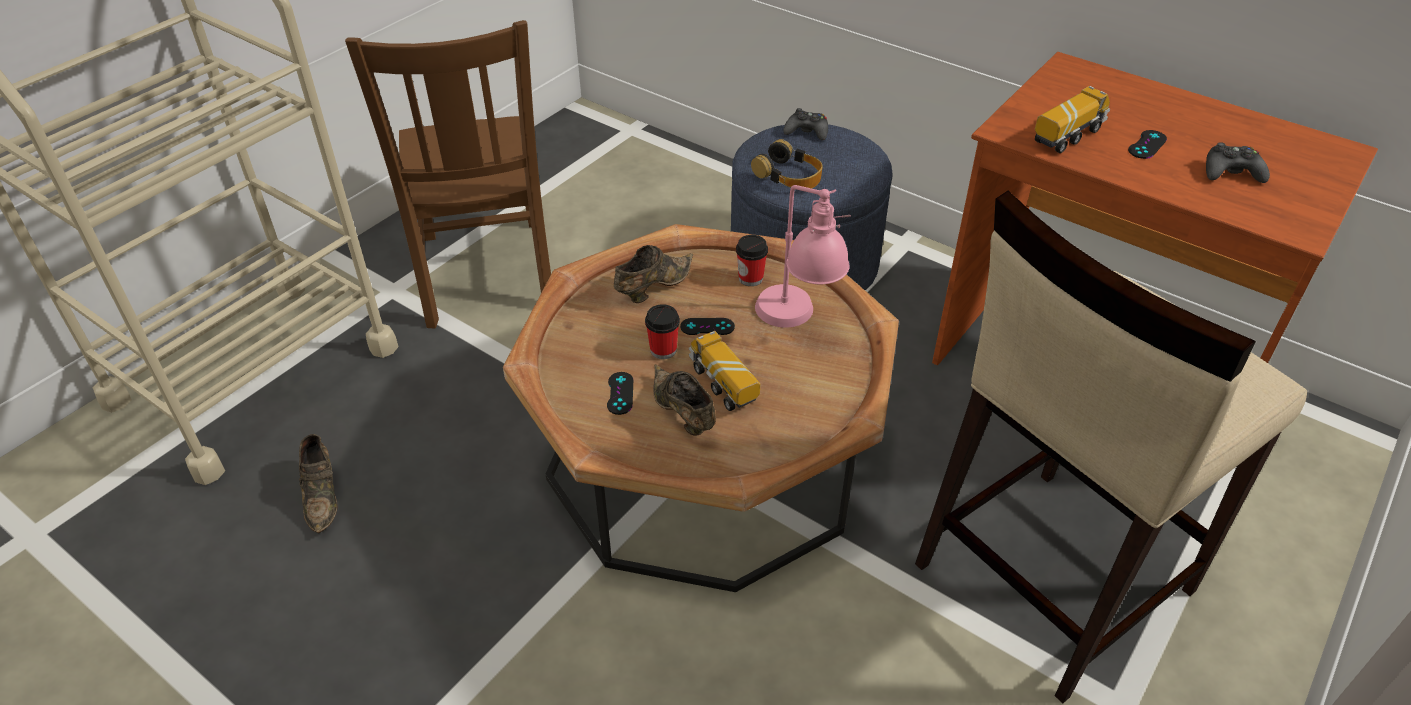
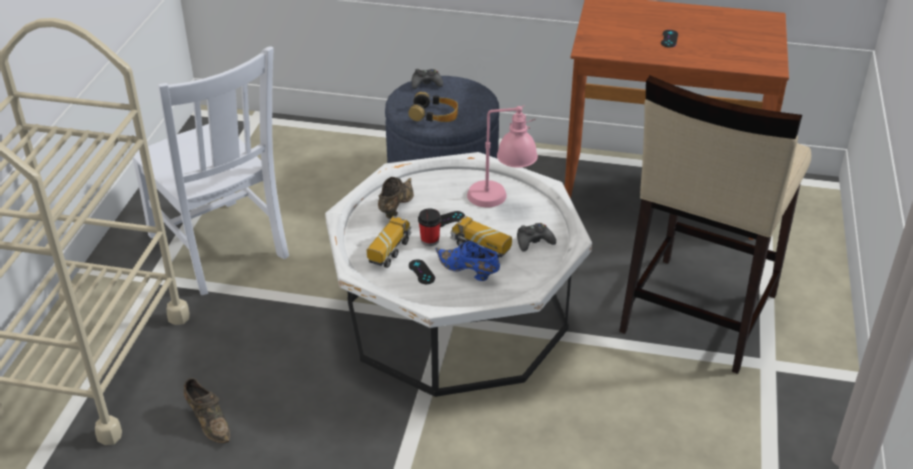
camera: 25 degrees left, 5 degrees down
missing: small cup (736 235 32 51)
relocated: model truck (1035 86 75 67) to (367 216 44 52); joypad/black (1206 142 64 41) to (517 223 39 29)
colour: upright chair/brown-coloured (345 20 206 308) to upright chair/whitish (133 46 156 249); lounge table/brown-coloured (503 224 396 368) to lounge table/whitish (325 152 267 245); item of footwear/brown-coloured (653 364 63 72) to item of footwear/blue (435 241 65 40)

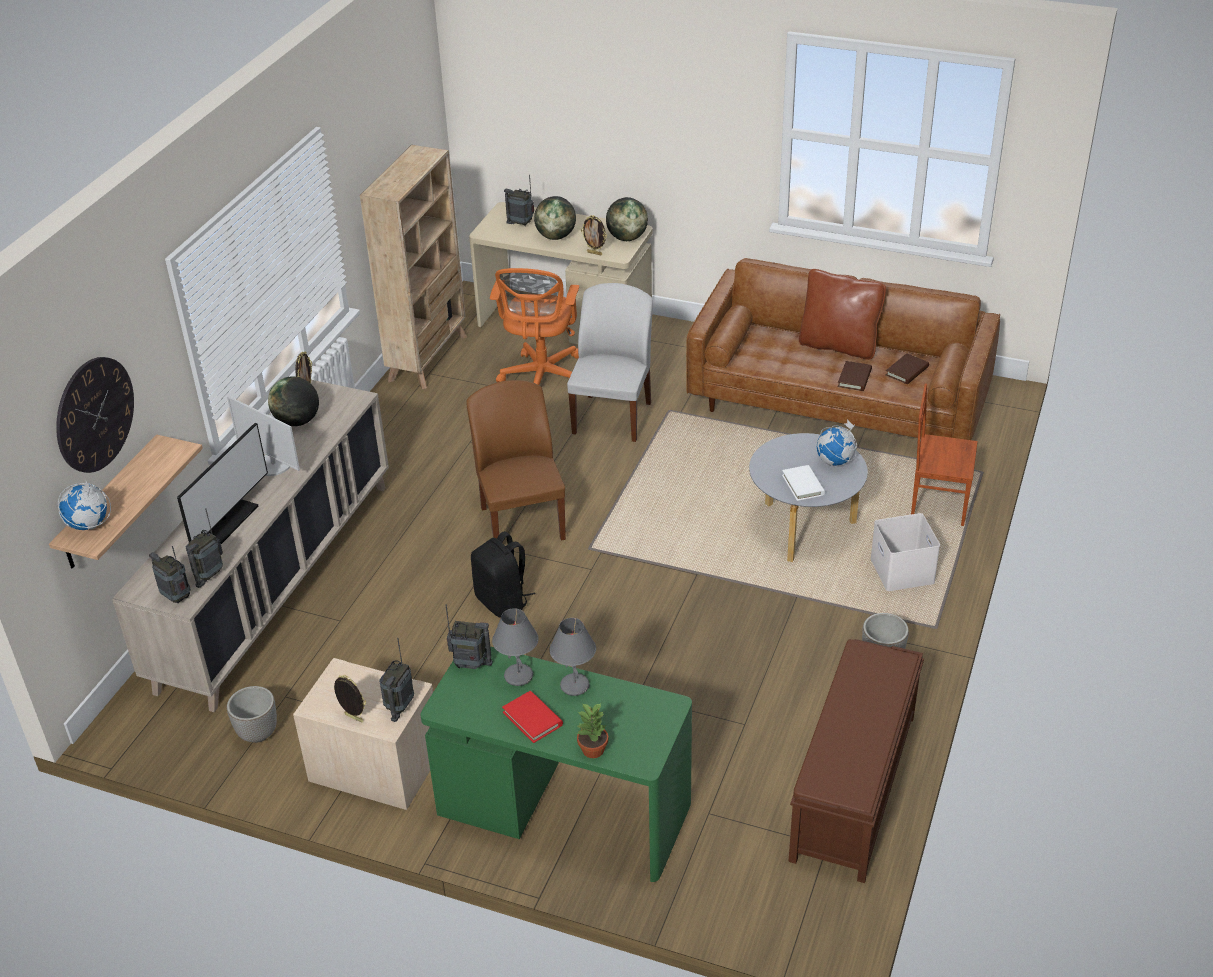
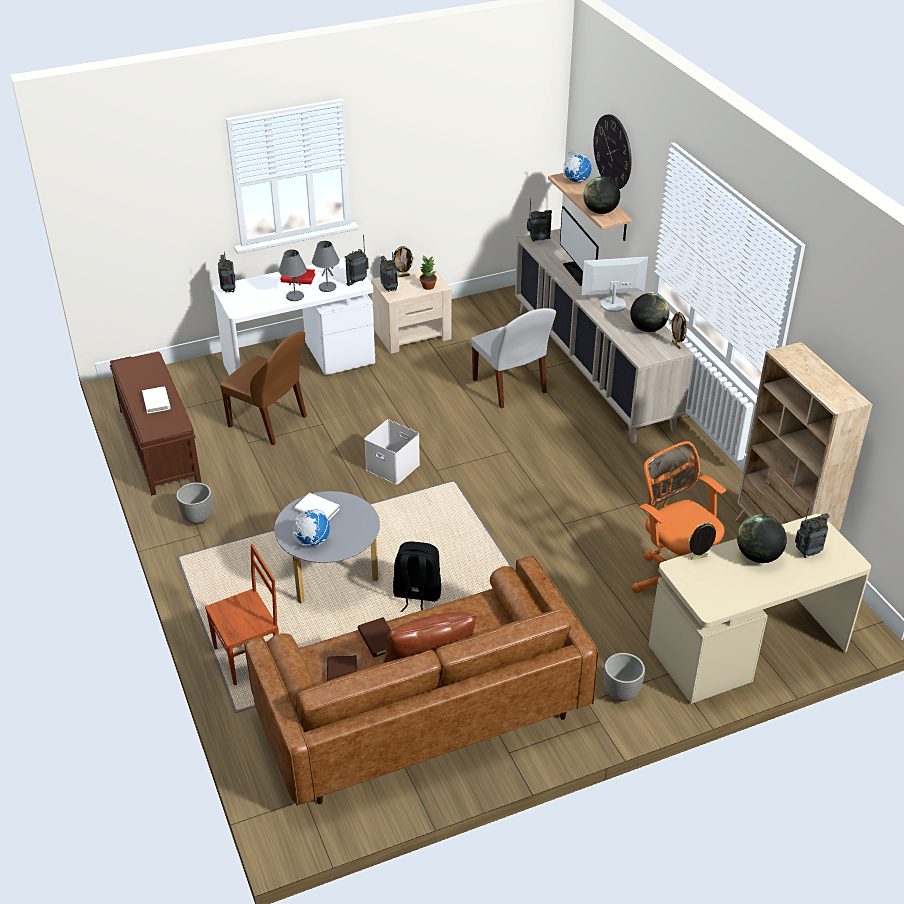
camera: 135 degrees right, 0 degrees up
appeared: book/whitish (142 387 28 27)
relocated: radio (186 508 37 80) to (218 252 18 41); flower pot (227 686 50 57) to (604 653 41 48); upright chair/brown-coloured (466 380 100 161) to (220 331 87 114); backpack/black (471 531 64 87) to (393 541 48 71); upright chair/whitish (567 283 86 159) to (471 308 85 101); potted plant (576 703 33 55) to (420 256 17 34); desk globe (606 197 42 44) to (583 177 37 37); storage box/whitish (871 513 69 78) to (364 419 56 66)
colour: desk/green (420 646 272 236) to desk/whitish (213 258 163 118)

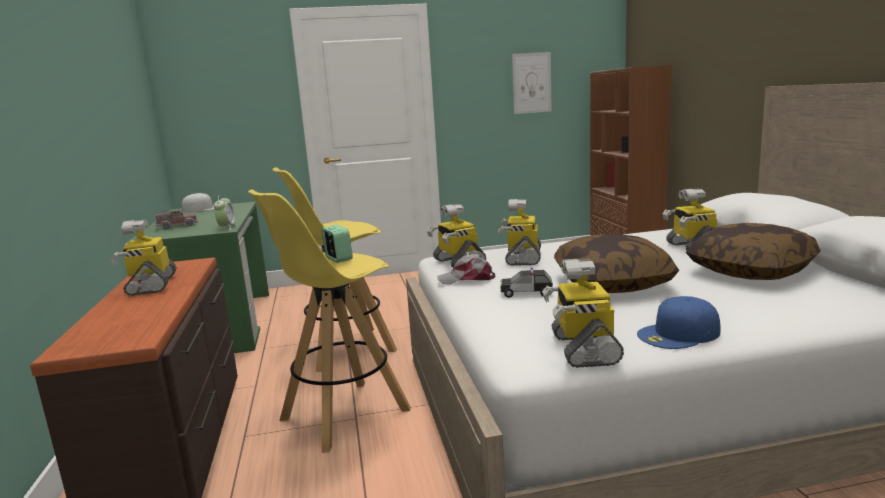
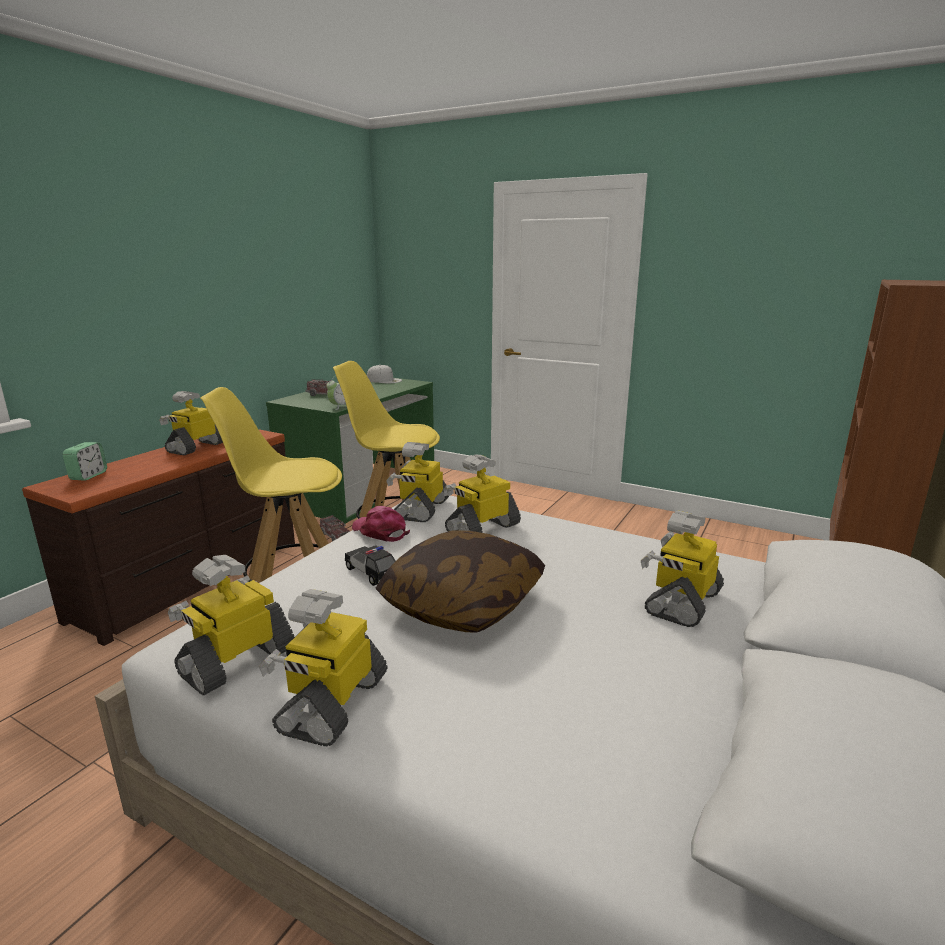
camera: 40 degrees right, 5 degrees up
missing: wall art (512 52 40 62); pillow (686 223 135 57)
appeared: model truck (320 515 30 26)
relocated: bedside clock (322 224 31 39) to (63 442 44 39)
exchanged: cap/blue (637 296 83 53) to model robot (259 589 128 157)
colour: cap/greyish (437 254 59 31) to cap/pinkish (352 506 58 36)

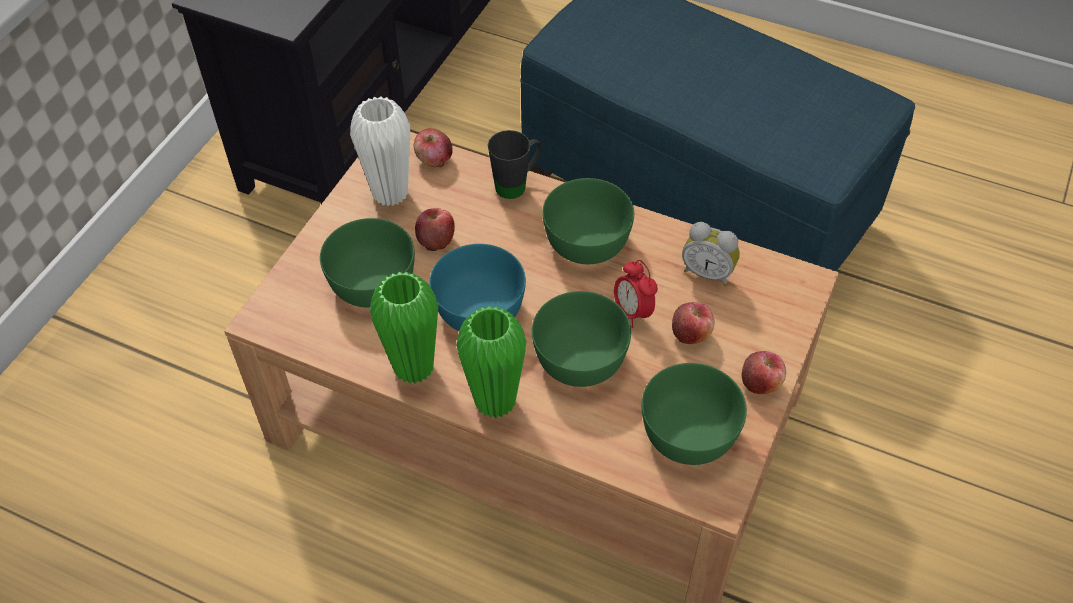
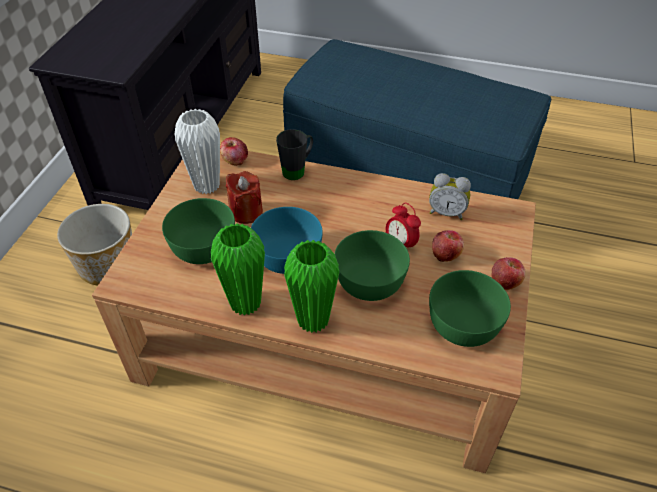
camera: 10 degrees left, 5 degrees down
missing: deep dish/green (542 178 92 86)
appeared: flower pot (57 204 75 81)
exchanged: apple (415 208 40 43) to wax candle/reddish (226 171 37 53)

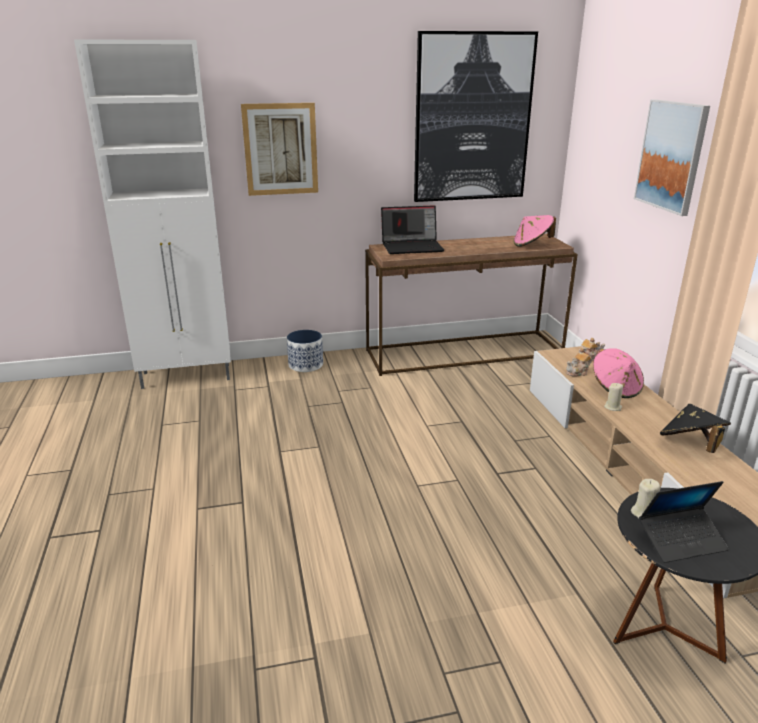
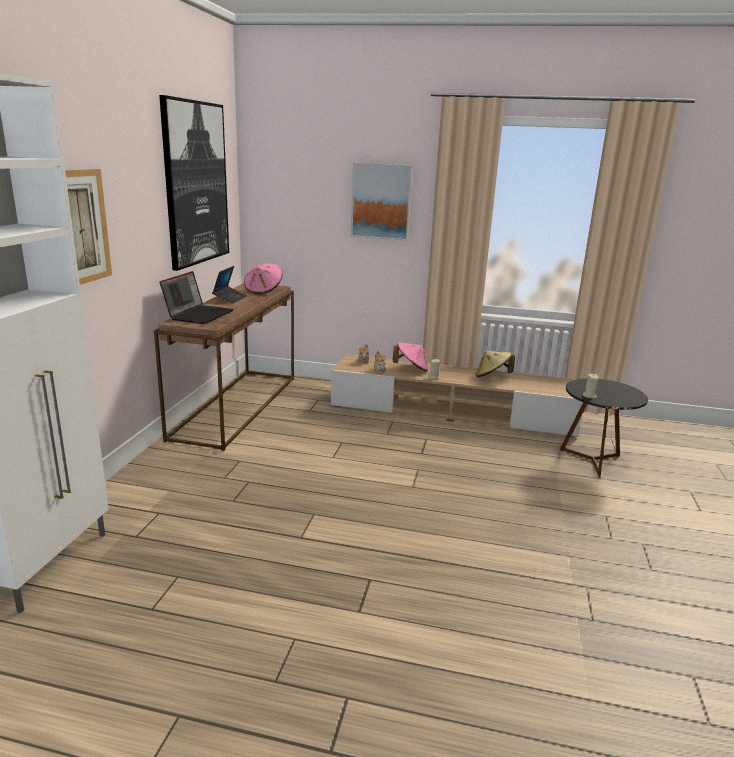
camera: 65 degrees left, 5 degrees down
missing: flower pot (287 330 36 42)
relocated: laptop (639 481 90 82) to (212 266 35 38)
colour: clothing hat/black (660 404 71 49) to clothing hat/beige (476 351 39 26)

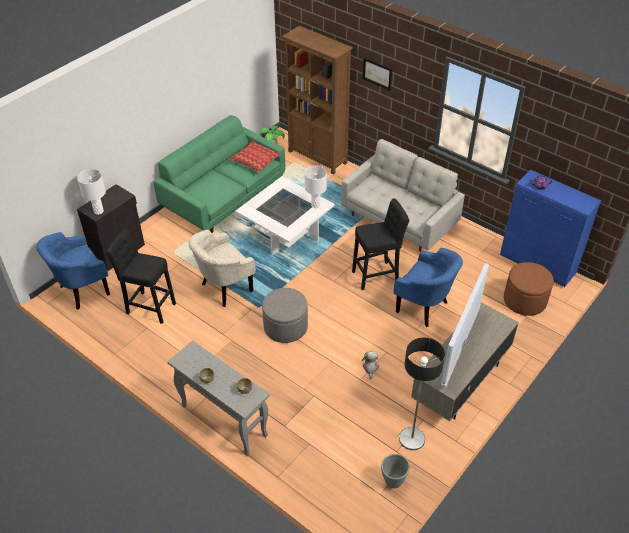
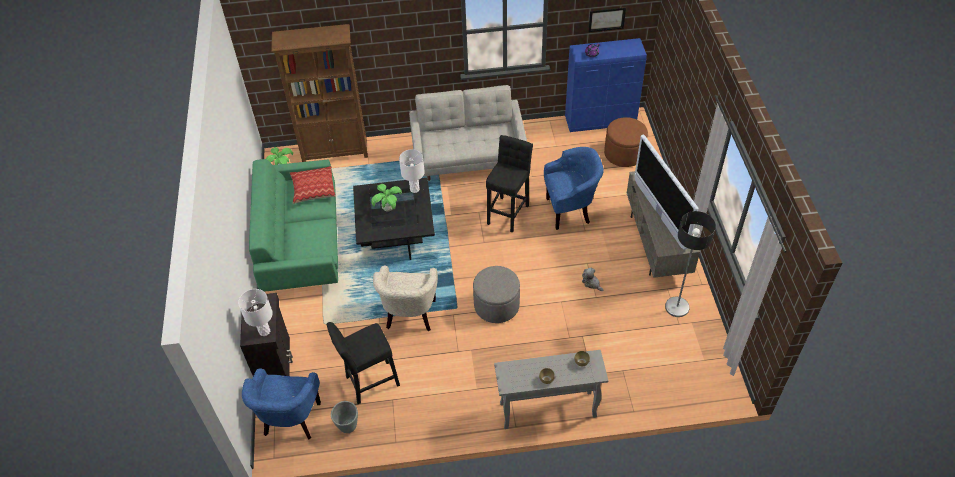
camera: 45 degrees left, 5 degrees up
appeared: potted plant (371 184 31 28)
relocated: wall art (363 58 29 32) to (588 8 38 24); flower pot/greyish (381 454 29 34) to (331 401 27 32)
colour: lounge table/whitish (236 176 99 79) to lounge table/black (353 178 82 82)

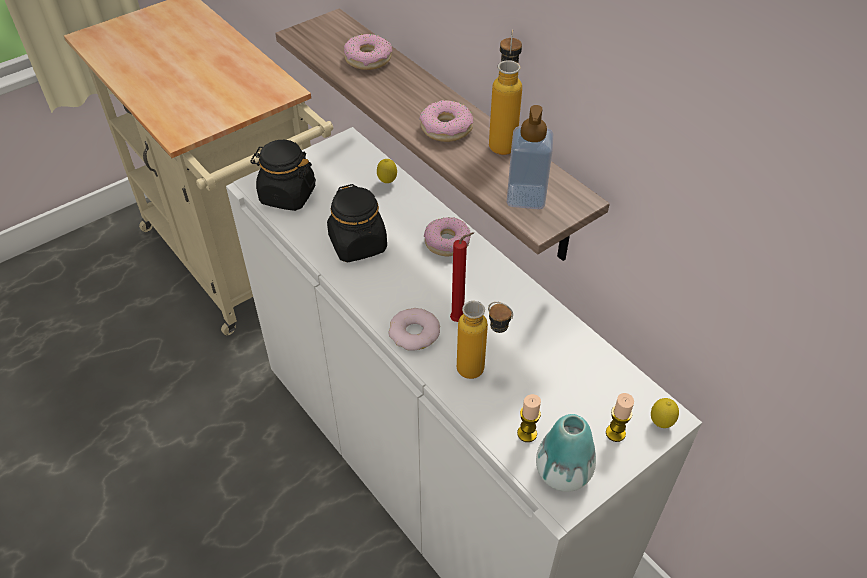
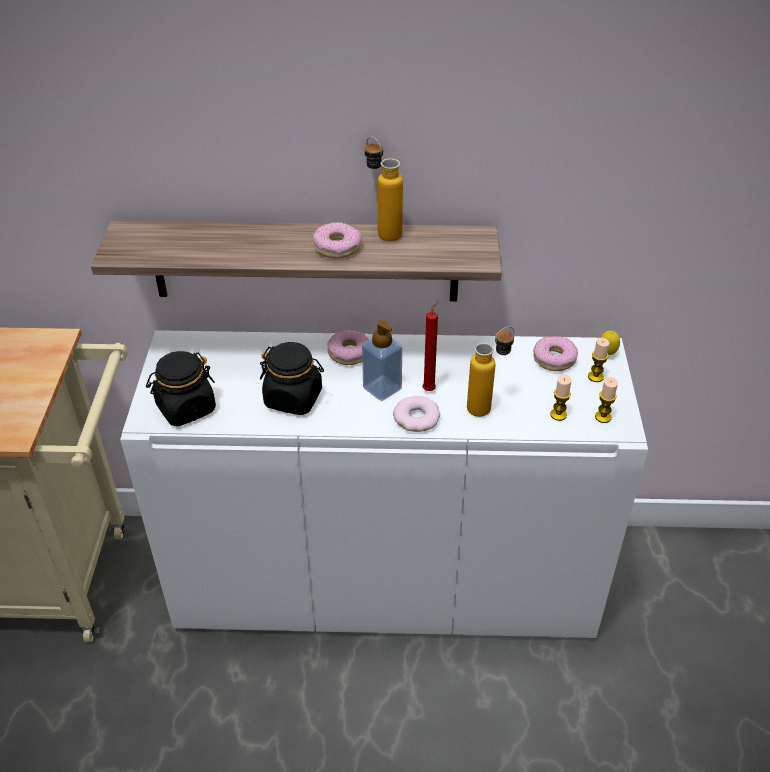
camera: 50 degrees left, 5 degrees down
missing: whole lemon (377 159 20 24)
relocated: donut (344 34 48 36) to (533 336 45 35); soap bottle (507 105 46 104) to (362 320 40 81)
exchanged: decorative vase (536 414 60 78) to wax candle (595 377 23 46)

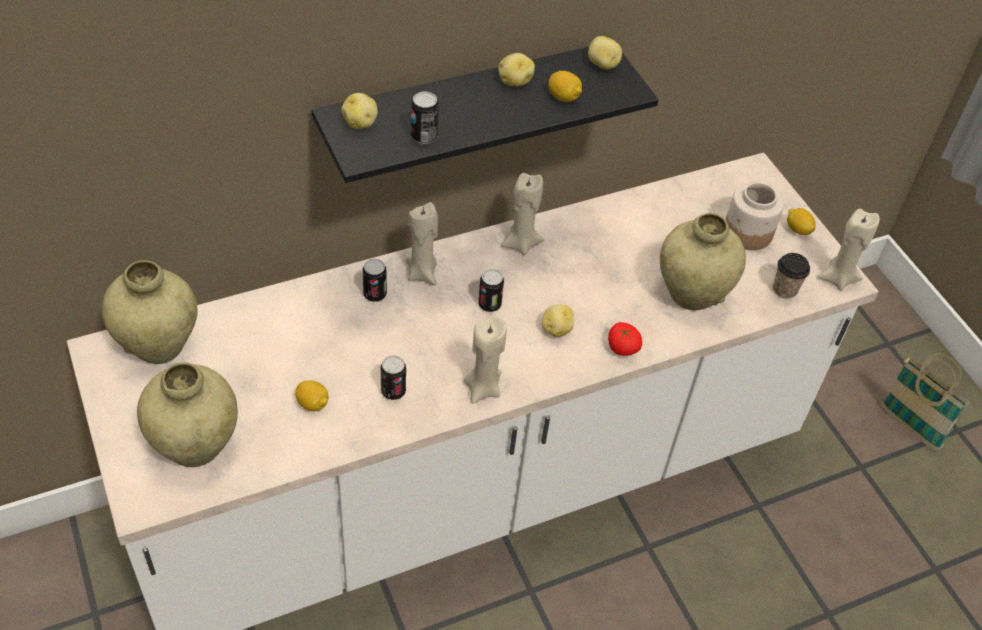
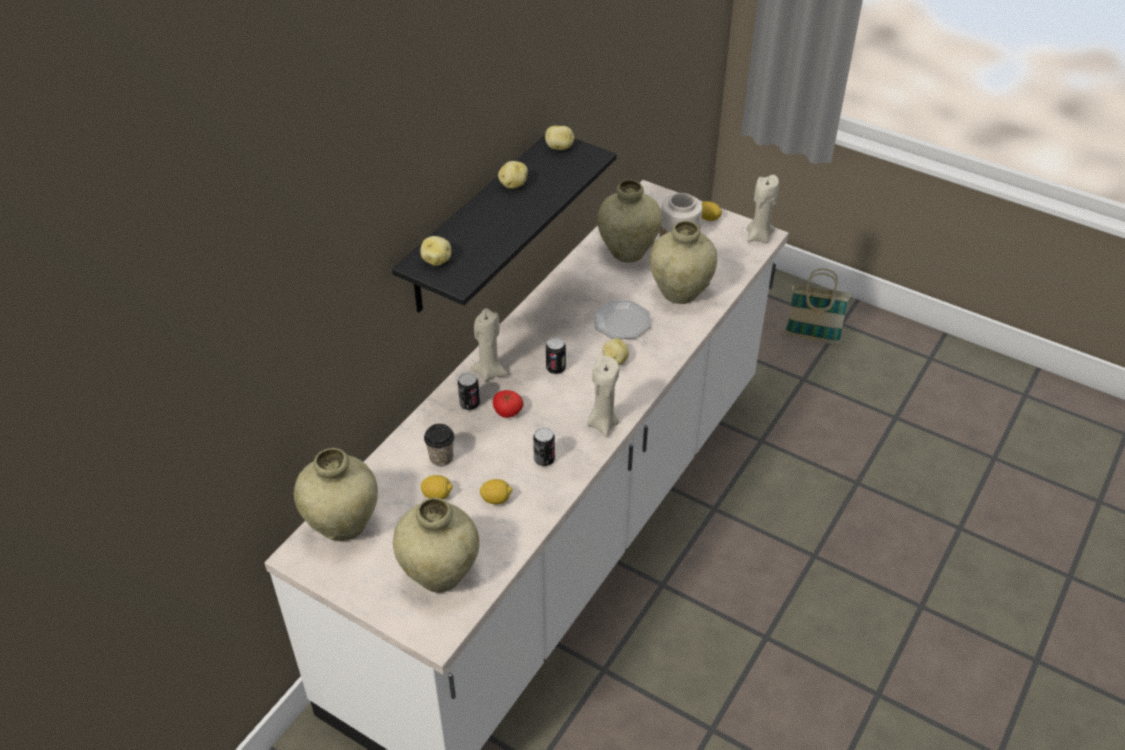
camera: 30 degrees left, 5 degrees down
missing: sealed can (411 91 28 53); wax candle/beige (501 173 43 82)
appeared: plate (594 300 57 39); decorative vase/beige (597 180 65 83)
relocated: whole lemon (548 71 34 31) to (421 475 32 24); fresh tomato (608 322 34 34) to (493 390 31 28); small cup (773 253 37 46) to (424 424 30 43)

